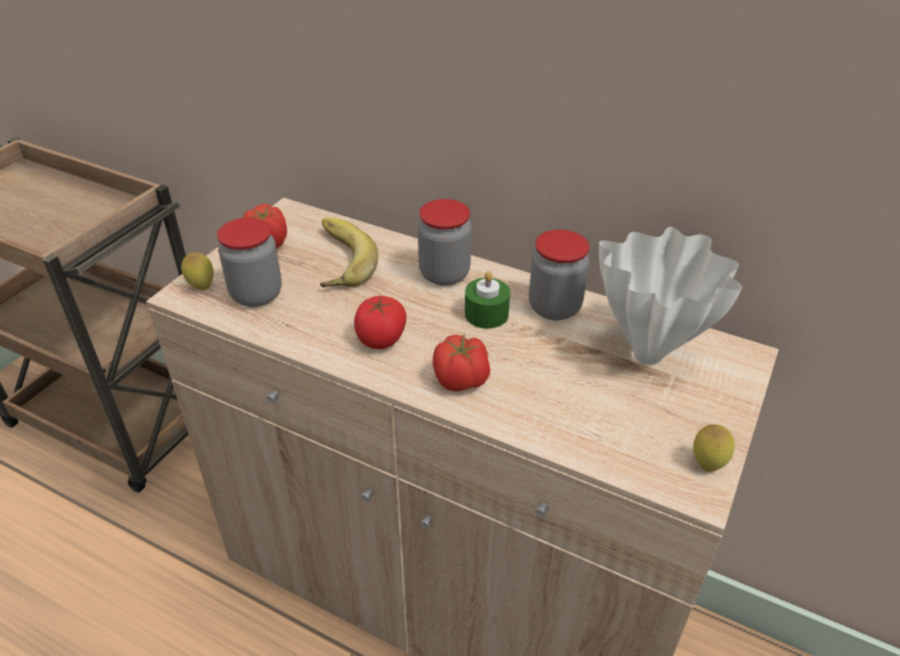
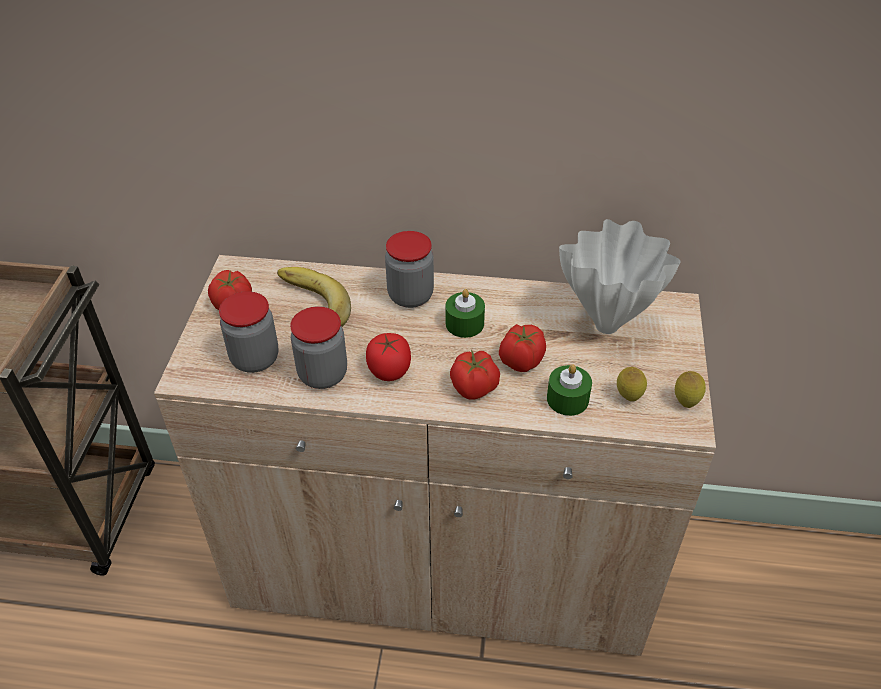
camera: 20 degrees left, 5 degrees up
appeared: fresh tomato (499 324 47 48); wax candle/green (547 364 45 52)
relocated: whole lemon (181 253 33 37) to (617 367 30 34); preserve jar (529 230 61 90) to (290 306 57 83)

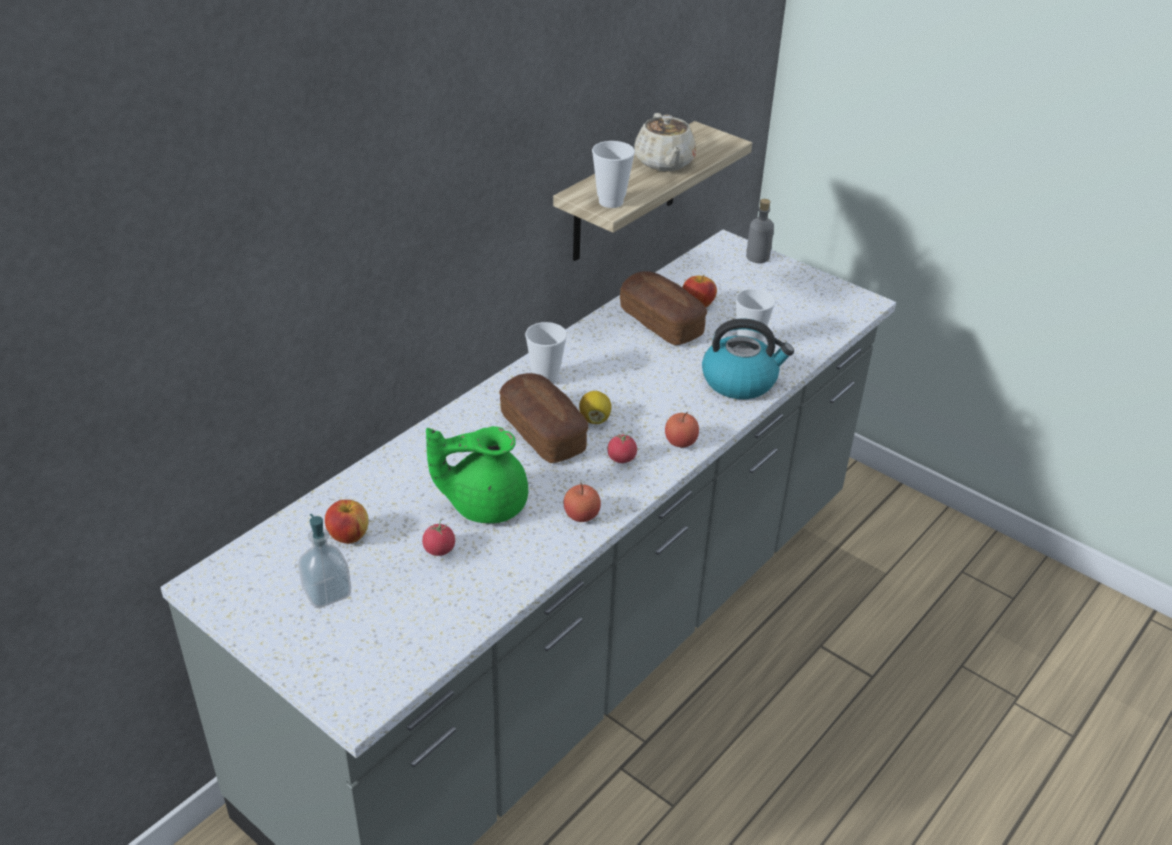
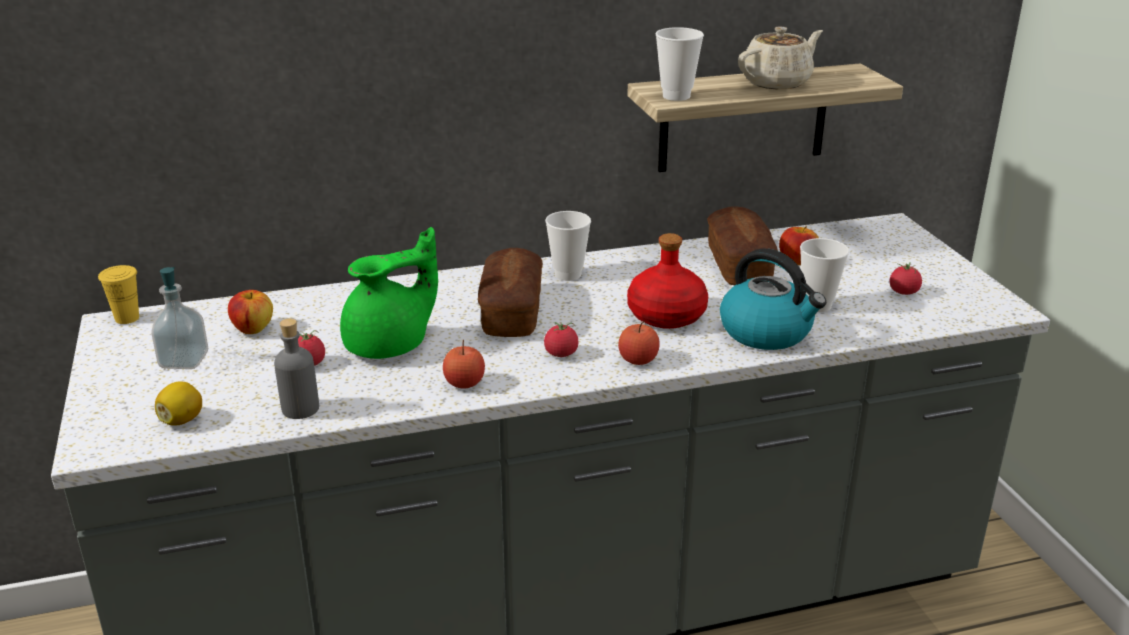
camera: 35 degrees right, 10 degrees down
appeared: small cup/yellow-coloured (98 265 41 59); bottle/reddish (627 233 81 96); fresh tomato (890 262 32 33)
relocated: whole lemon (579 391 33 33) to (155 382 47 44); bottle/greyish (746 199 28 64) to (274 318 45 101)
spun: teapot/green (426 426 102 97) = (340 227 98 132) 120 degrees clockwise; teapot/beige (634 113 62 58) = (738 27 85 62) 150 degrees counterclockwise

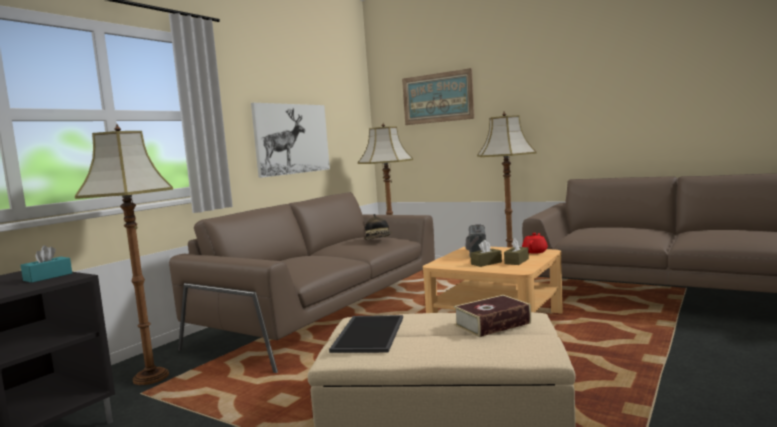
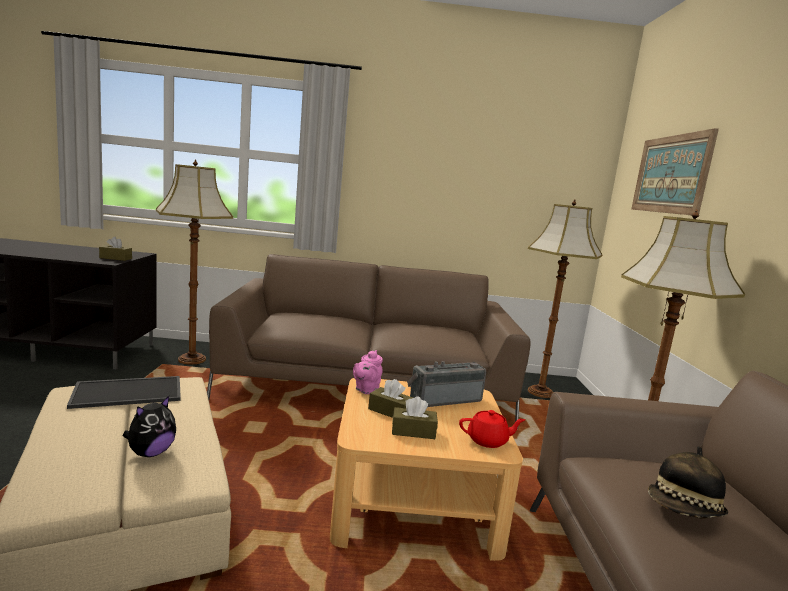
camera: 55 degrees right, 5 degrees up
missing: wall art (251 103 79 75)
appeared: teapot/pinkish (353 350 30 44)
relocated: clothing hat (364 214 28 26) to (648 446 80 72)
exchanged: book (453 295 78 42) to plush toy (123 396 53 61)
colour: box of tissues/turquoise (20 246 52 37) to box of tissues/brown-coloured (99 237 33 24)

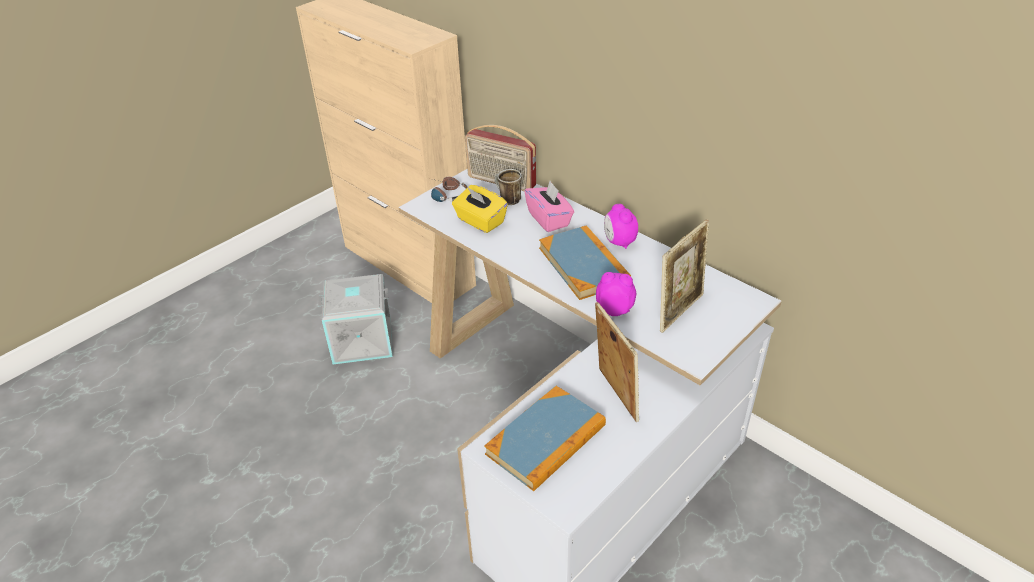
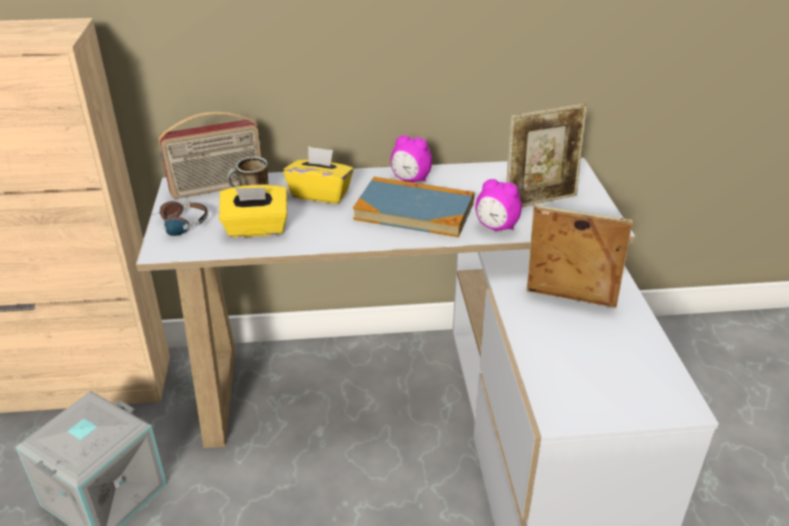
camera: 50 degrees left, 5 degrees down
missing: book (484 386 122 105)
colour: box of tissues/pinkish (524 181 50 51) to box of tissues/yellow-coloured (283 146 71 58)
spun: bedside clock (596 272 40 44) = (475 179 47 52) 120 degrees counterclockwise; standing frame (660 219 49 114) = (506 104 81 103) 75 degrees clockwise

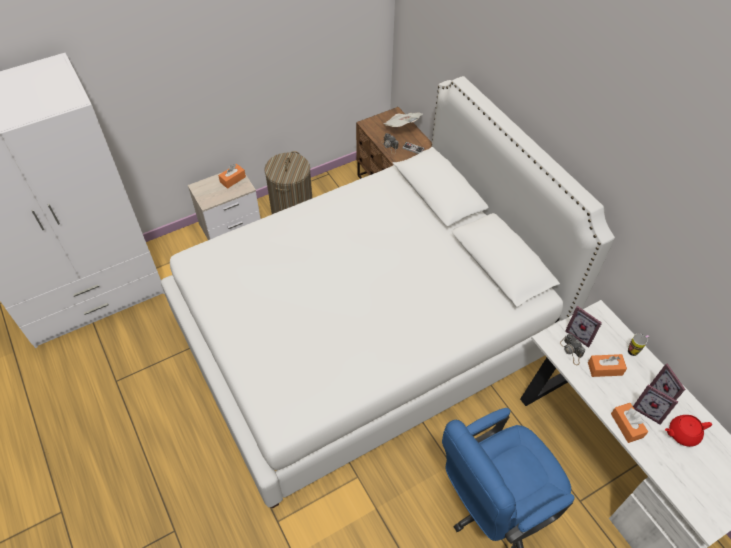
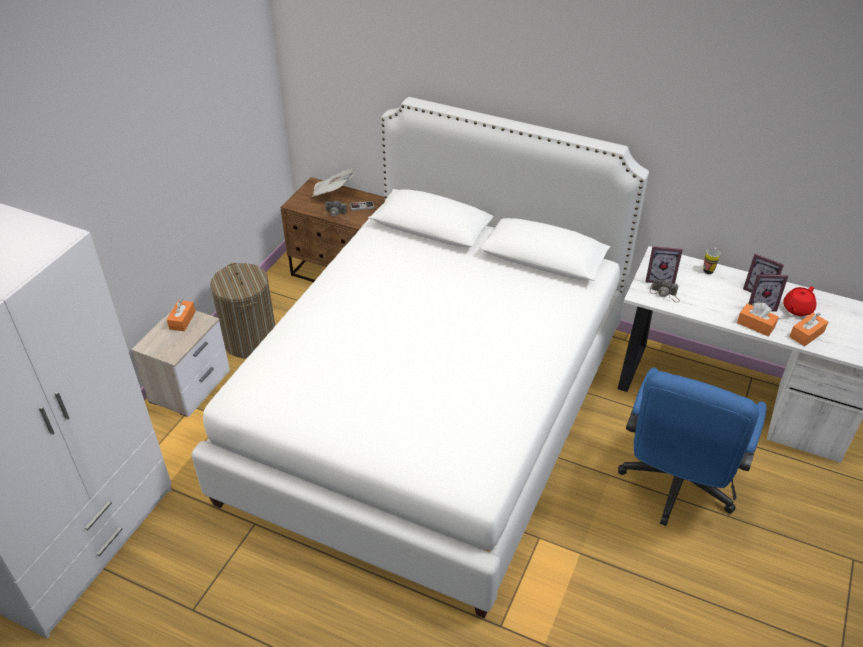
camera: 35 degrees left, 10 degrees down
relocated: box of tissues/orangey (588 354 39 23) to (789 313 39 33)

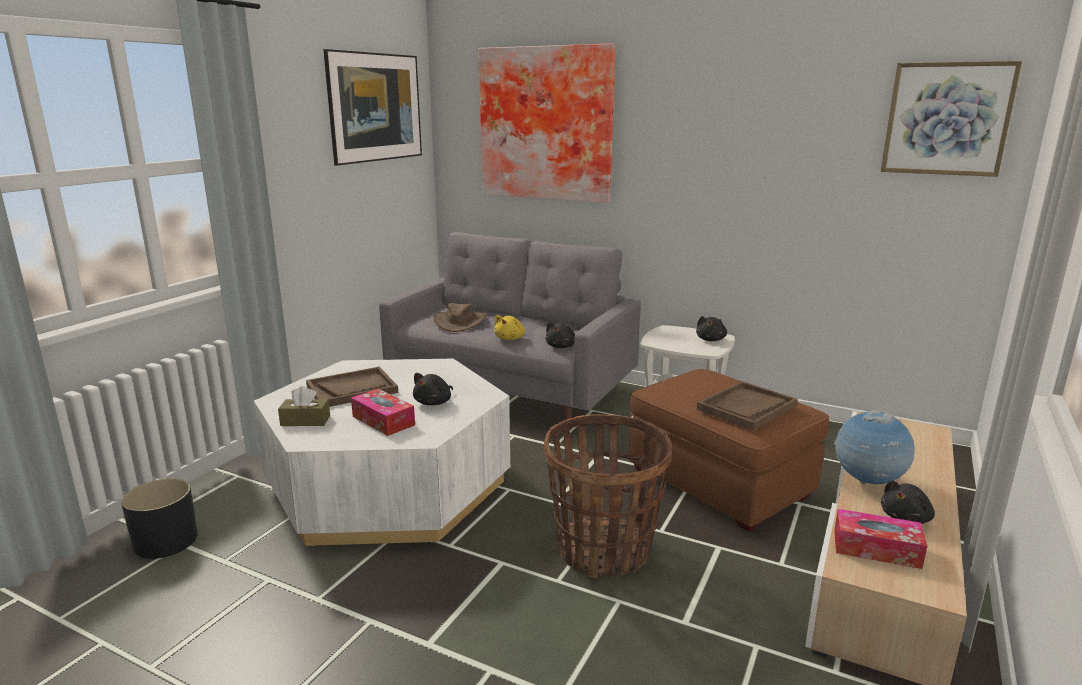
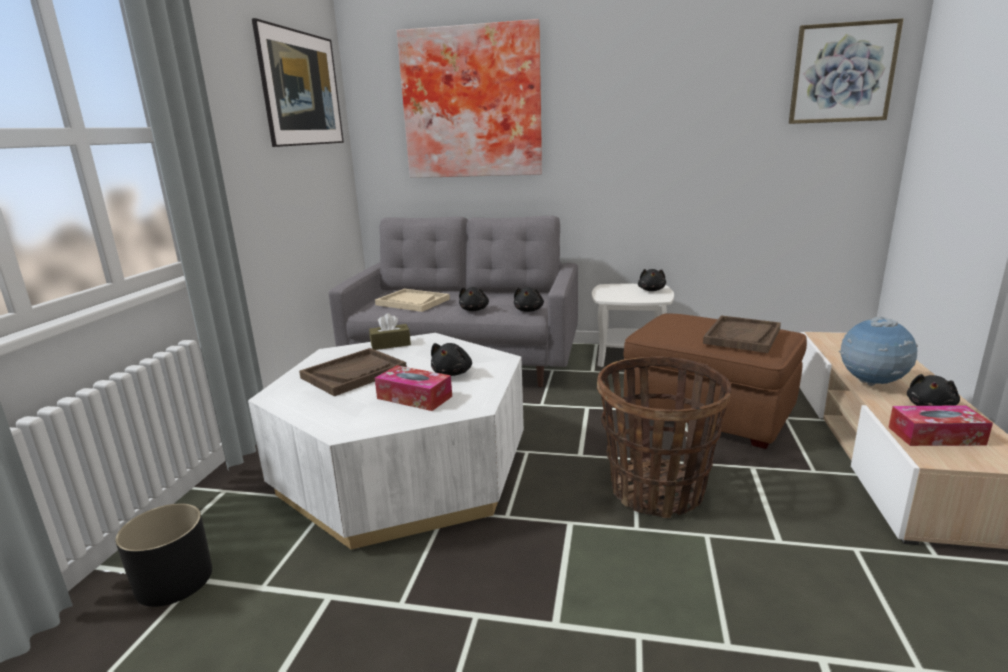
camera: 15 degrees left, 0 degrees up
relocated: box of tissues/brown-coloured (278 386 52 40) to (369 313 42 37)
exchanged: clothing hat/brown-coloured (433 303 53 29) to carrying tray/beige (375 289 75 23)
colour: plush toy/yellow-coloured (494 315 31 25) to plush toy/black (459 287 30 24)

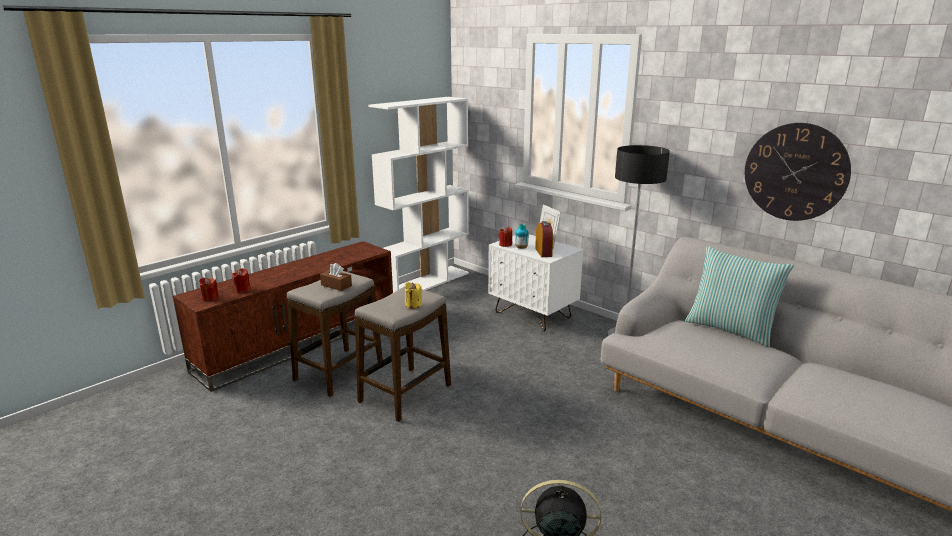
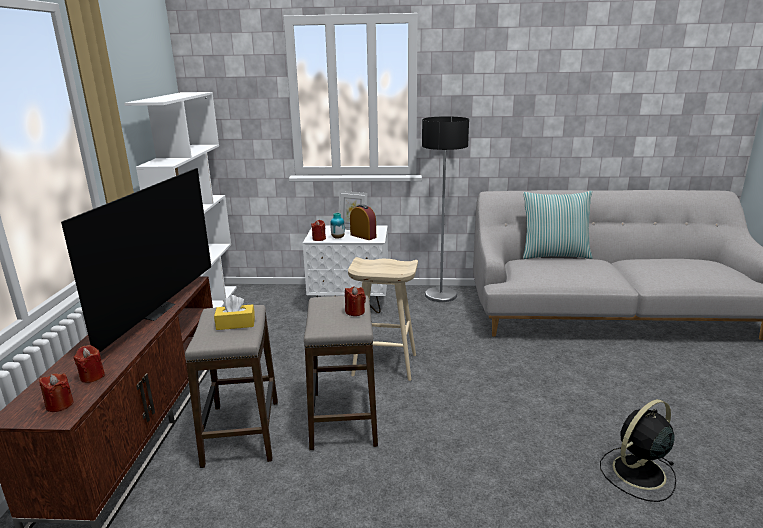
camera: 40 degrees left, 0 degrees up
missing: wall clock (745 123 106 98)
appeared: TV (61 168 150 184); stool/beige (348 257 70 124)
colour: box of tissues/brown-coloured (320 263 32 28) to box of tissues/yellow-coloured (214 295 41 35); wax candle/yellow-coloured (405 282 17 26) to wax candle/reddish (345 286 21 30)

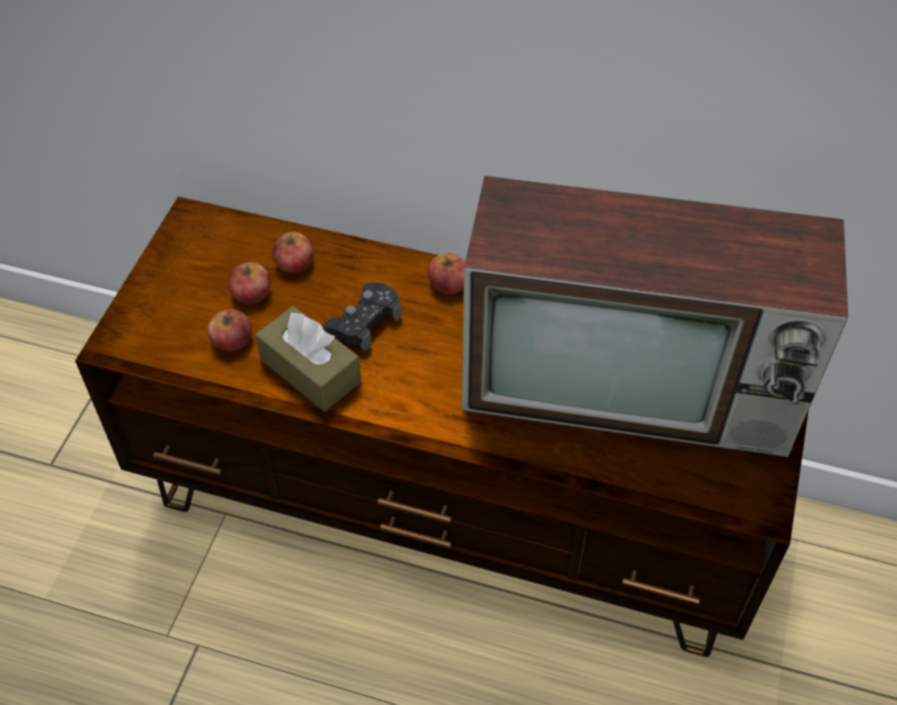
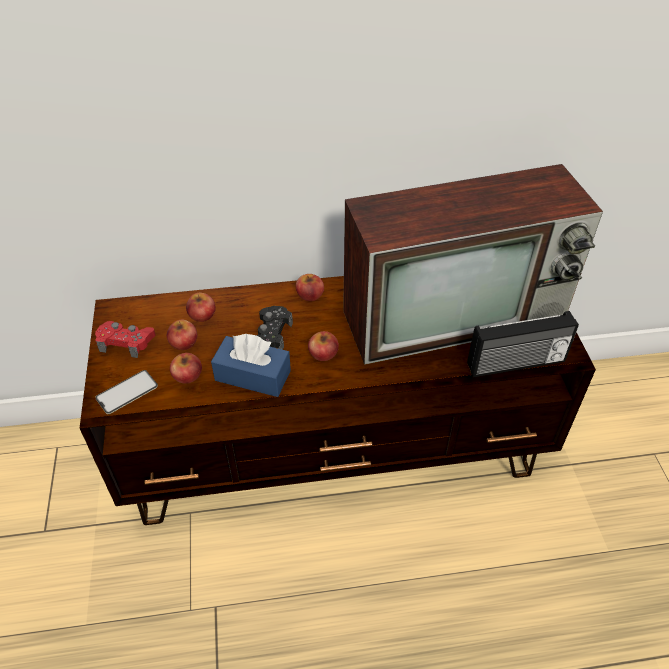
camera: 25 degrees left, 5 degrees down
appeared: joypad/reddish (95 321 61 37); telephone (95 370 63 44); apple (308 331 31 30); radio (467 311 112 67)
colour: box of tissues/brown-coloured (255 306 106 105) to box of tissues/blue (211 334 80 63)

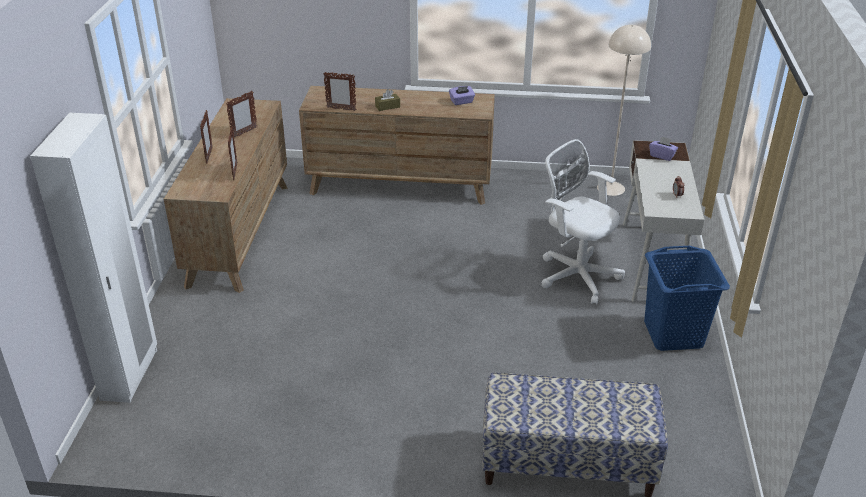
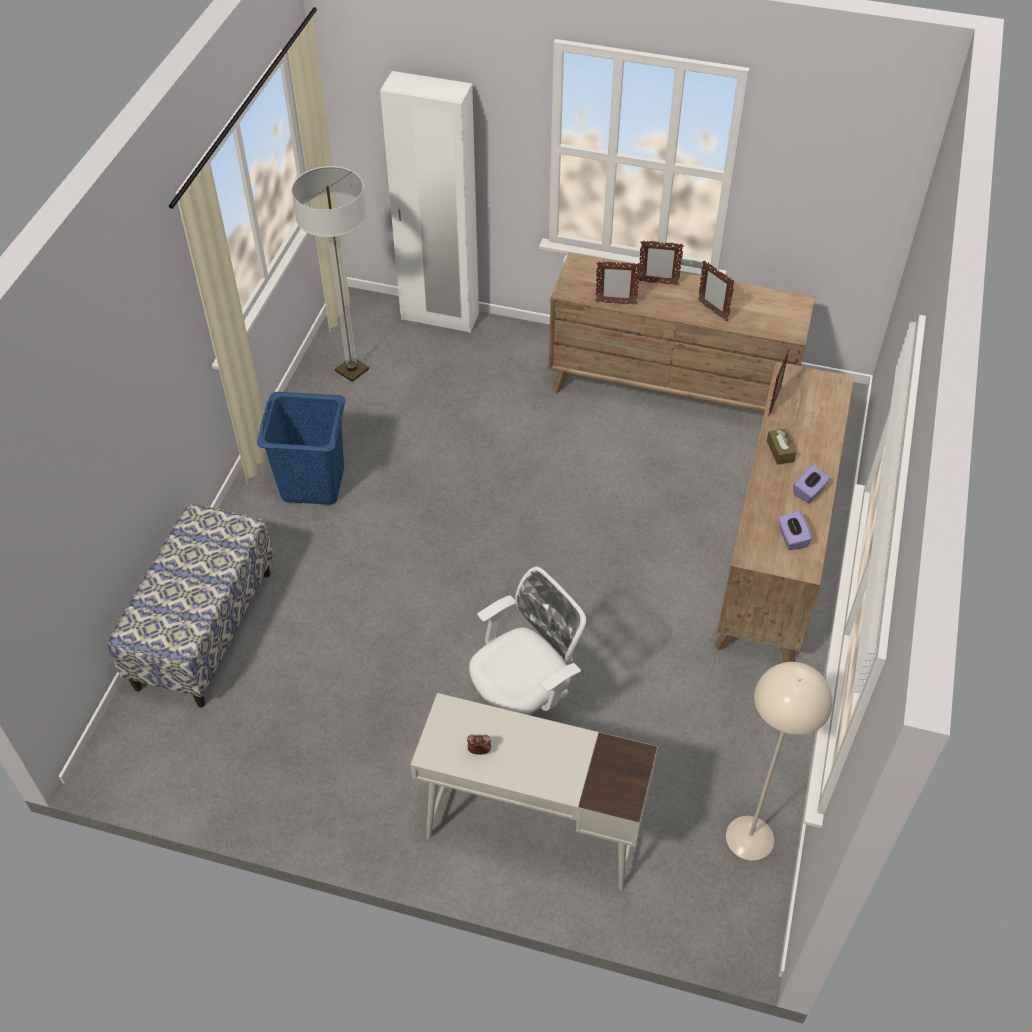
camera: 100 degrees right, 15 degrees up
appeared: floor lamp (291 166 78 216)
relocated: hamper/blue (644 246 86 105) to (257 392 89 113); box of tissues/purple (649 136 29 25) to (793 464 37 39)

